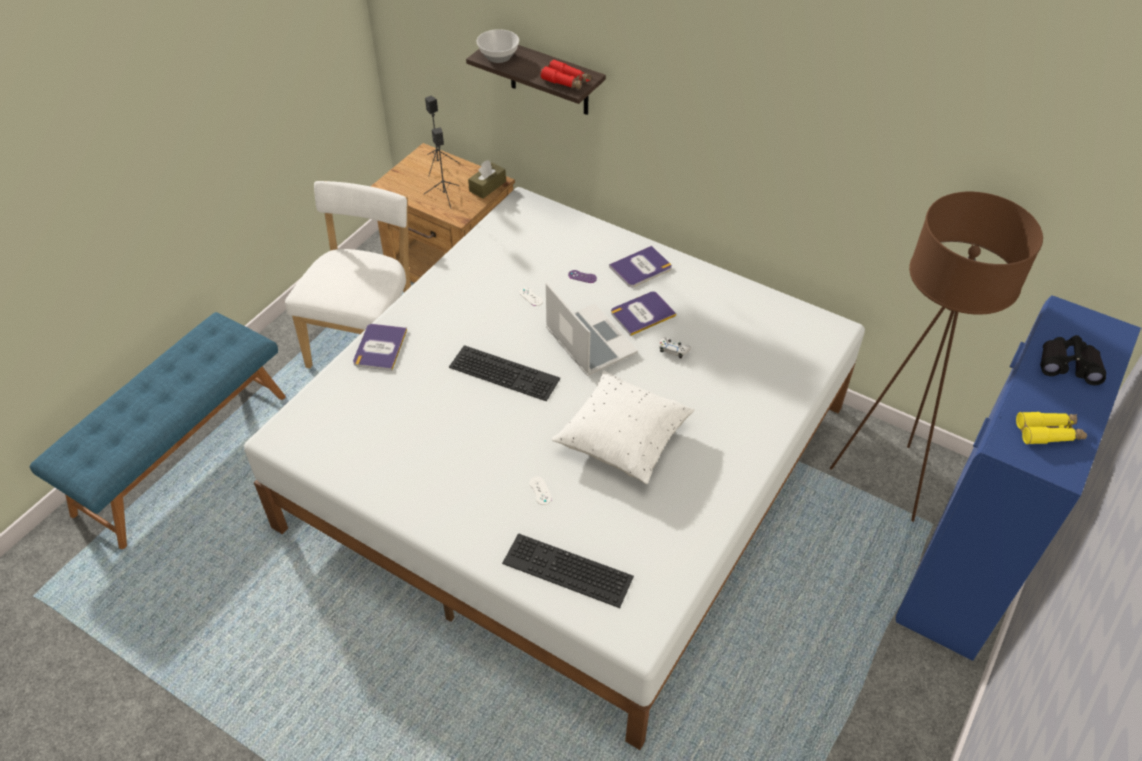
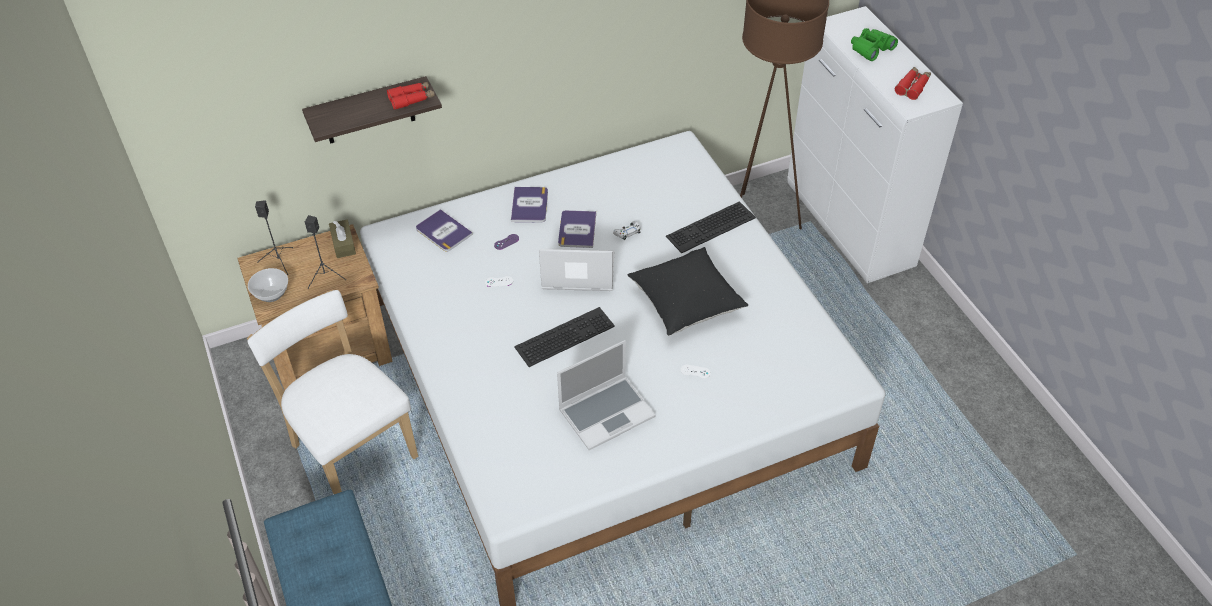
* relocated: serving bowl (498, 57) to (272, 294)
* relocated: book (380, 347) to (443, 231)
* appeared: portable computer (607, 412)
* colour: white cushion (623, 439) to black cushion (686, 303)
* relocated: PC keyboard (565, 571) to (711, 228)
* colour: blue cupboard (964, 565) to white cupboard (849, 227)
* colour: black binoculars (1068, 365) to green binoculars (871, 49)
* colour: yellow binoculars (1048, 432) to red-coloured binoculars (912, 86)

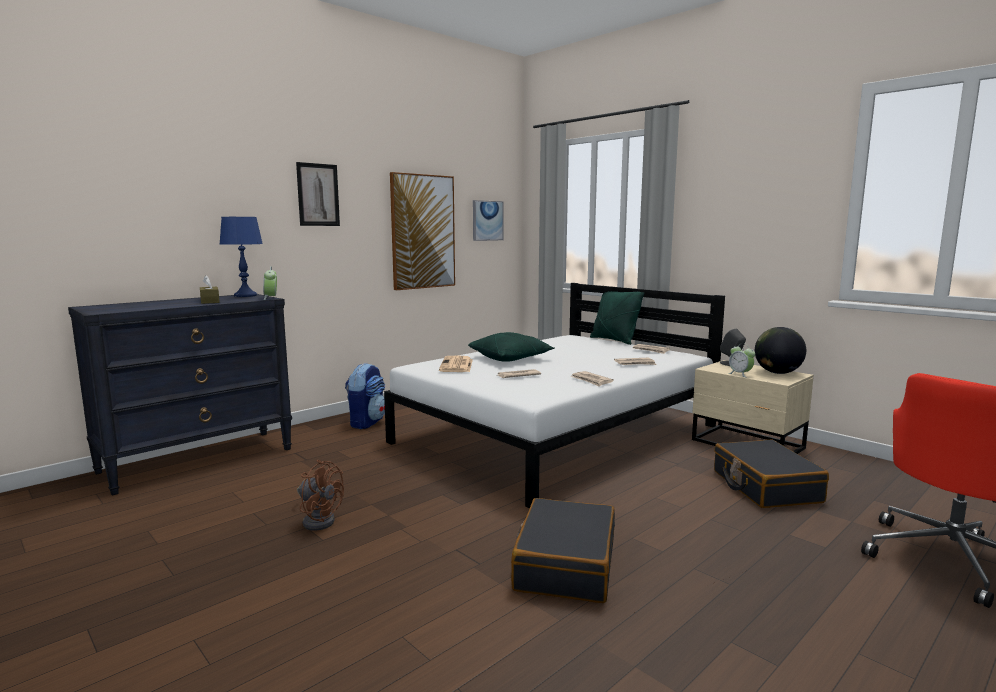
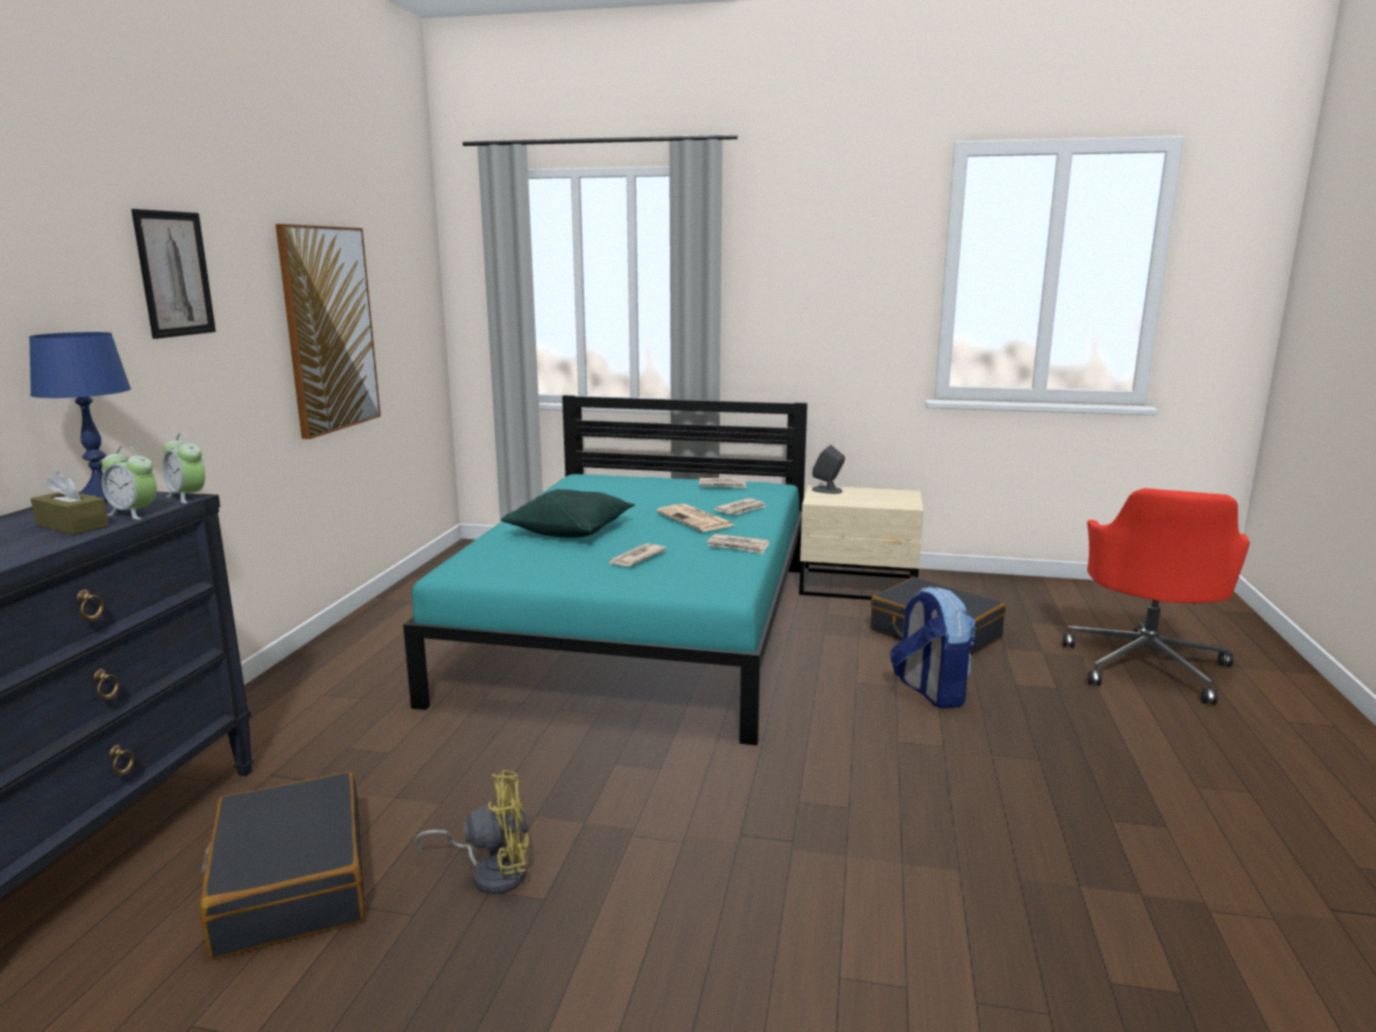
* relocated: bedside clock (740, 374) to (134, 513)
* relocated: black suitcase (564, 564) to (290, 884)
* colour: white bed (557, 434) to turquoise-coloured bed (641, 627)
* colour: brown-coloured cooling fan (319, 520) to yellow cooling fan (491, 872)
* relocated: newspaper (457, 365) to (696, 519)
* relocated: rucksack (366, 422) to (929, 691)
* missing: wall art (487, 220)
* missing: green cushion (614, 340)
* missing: desk globe (777, 373)

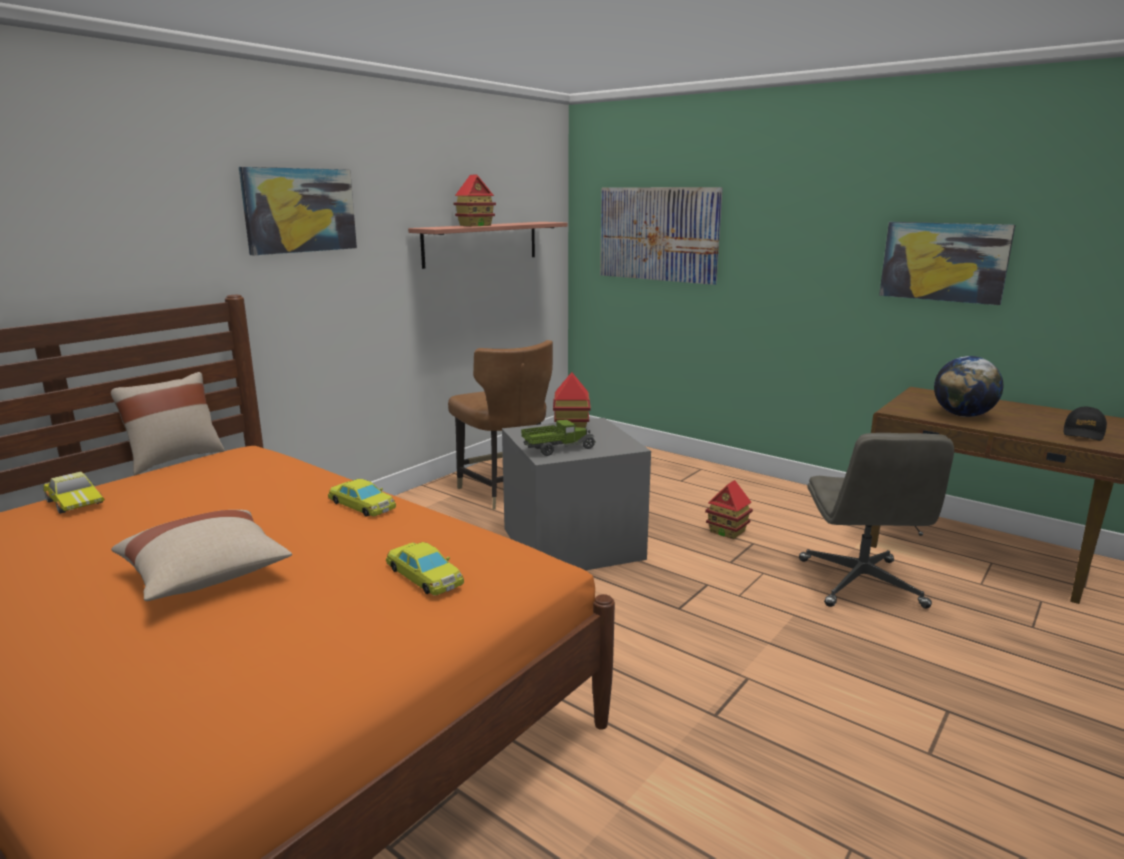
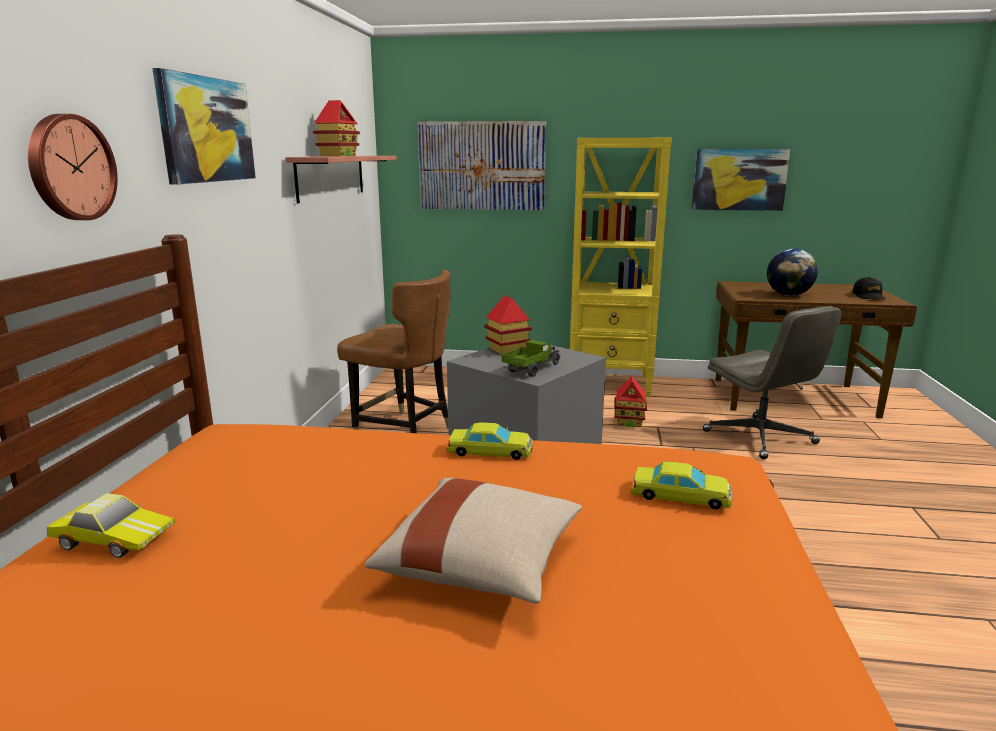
* appeared: wall clock (70, 168)
* appeared: yellow bookshelf (610, 384)
* missing: beige cushion (174, 459)

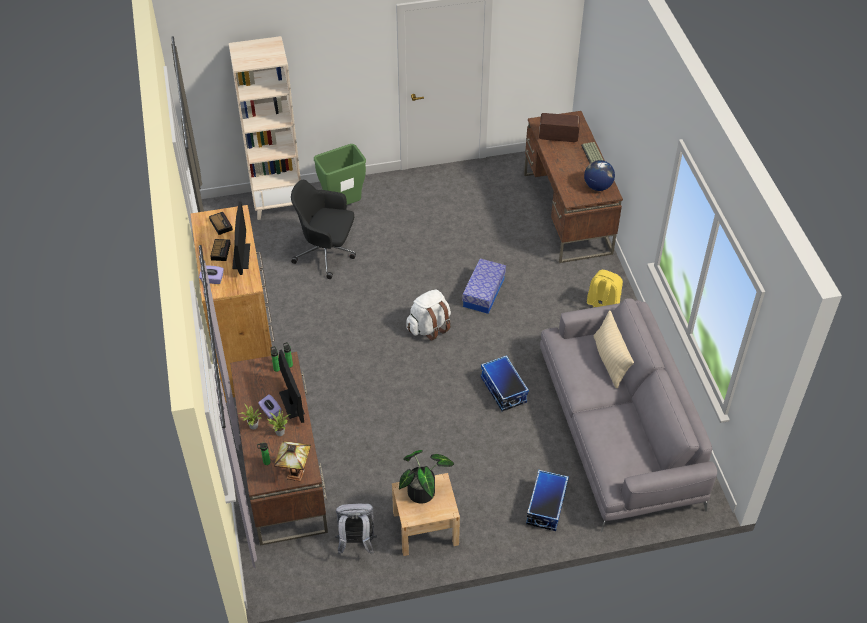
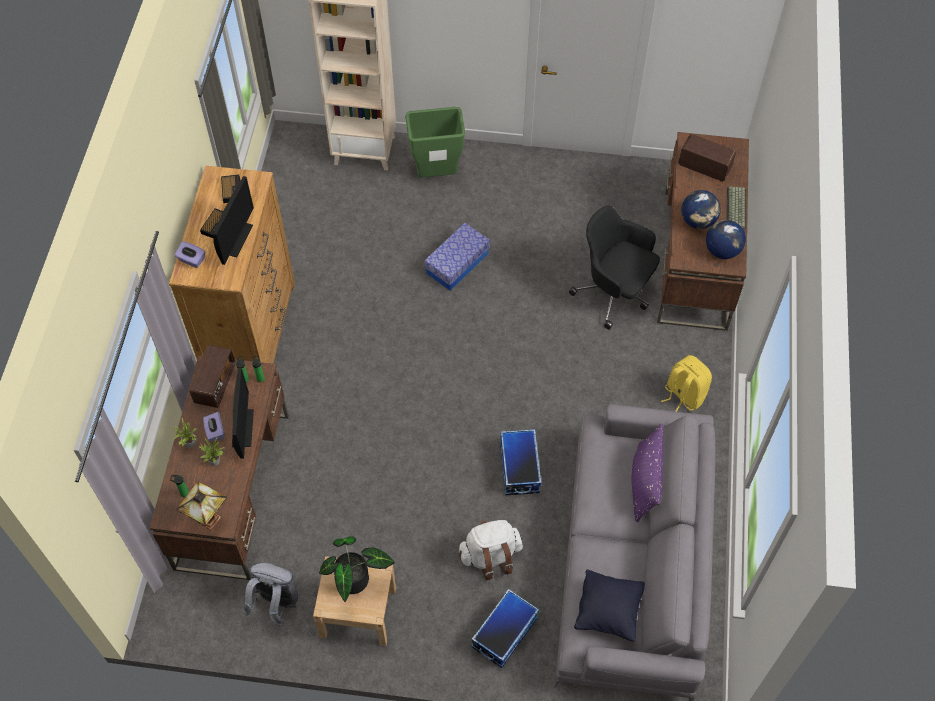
* appeared: radio set (215, 384)
* relocated: storage box (483, 293) to (457, 263)
* relocated: white rucksack (429, 327) to (490, 556)
* relocated: black desk chair (327, 253) to (614, 293)
* appeared: black cushion (608, 611)
* colour: beige cushion (610, 361) to purple cushion (645, 482)
* appeared: desk globe (698, 221)

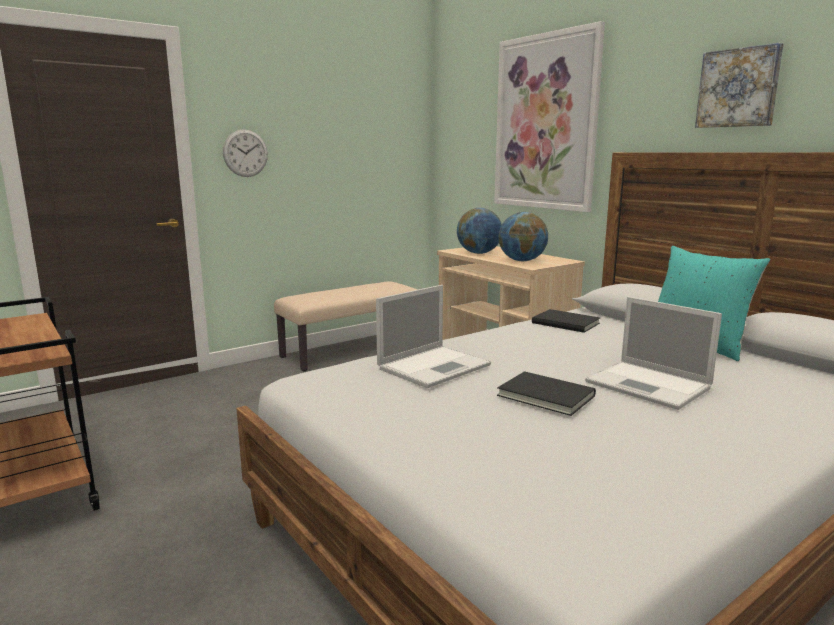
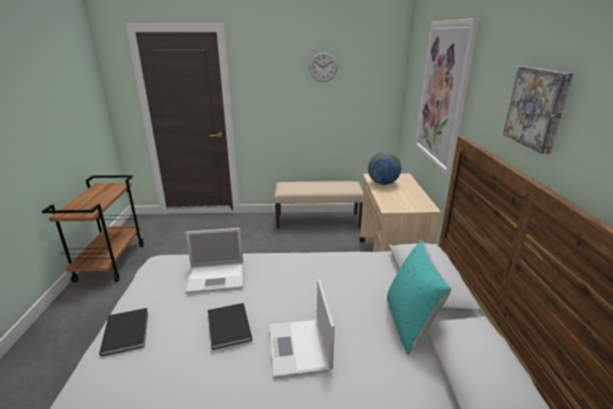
* relocated: black book (565, 322) to (127, 331)
* relocated: wall clock (245, 153) to (323, 67)
* missing: desk globe (522, 261)

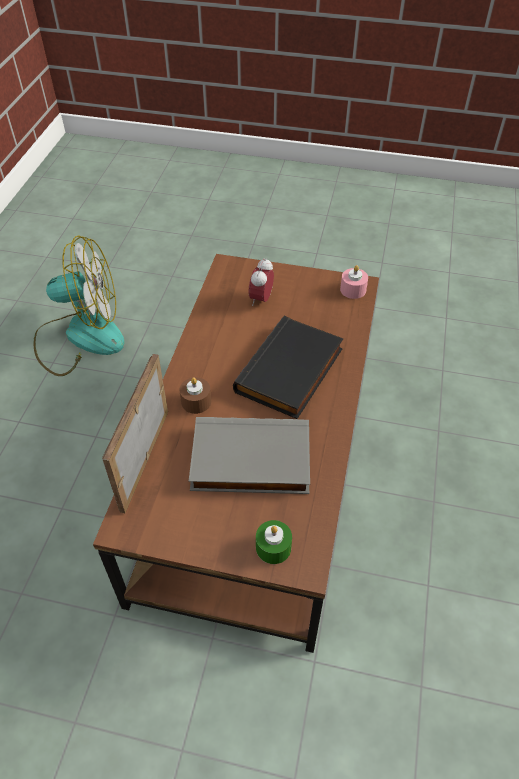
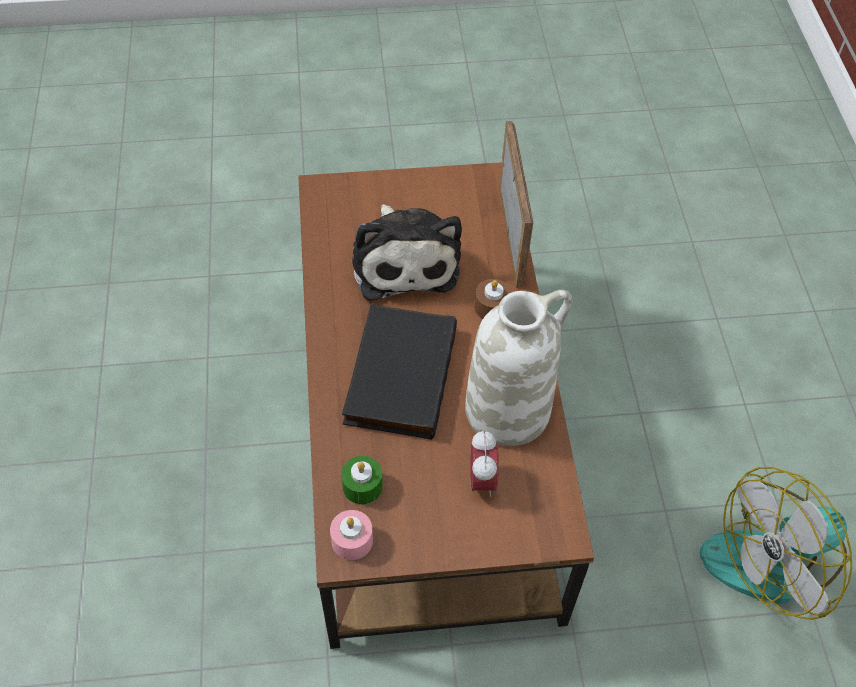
* relocated: green wax candle (273, 547) to (362, 486)
* exchanged: grey book (250, 462) to soft toy (404, 259)
* appeared: white decorative vase (508, 409)

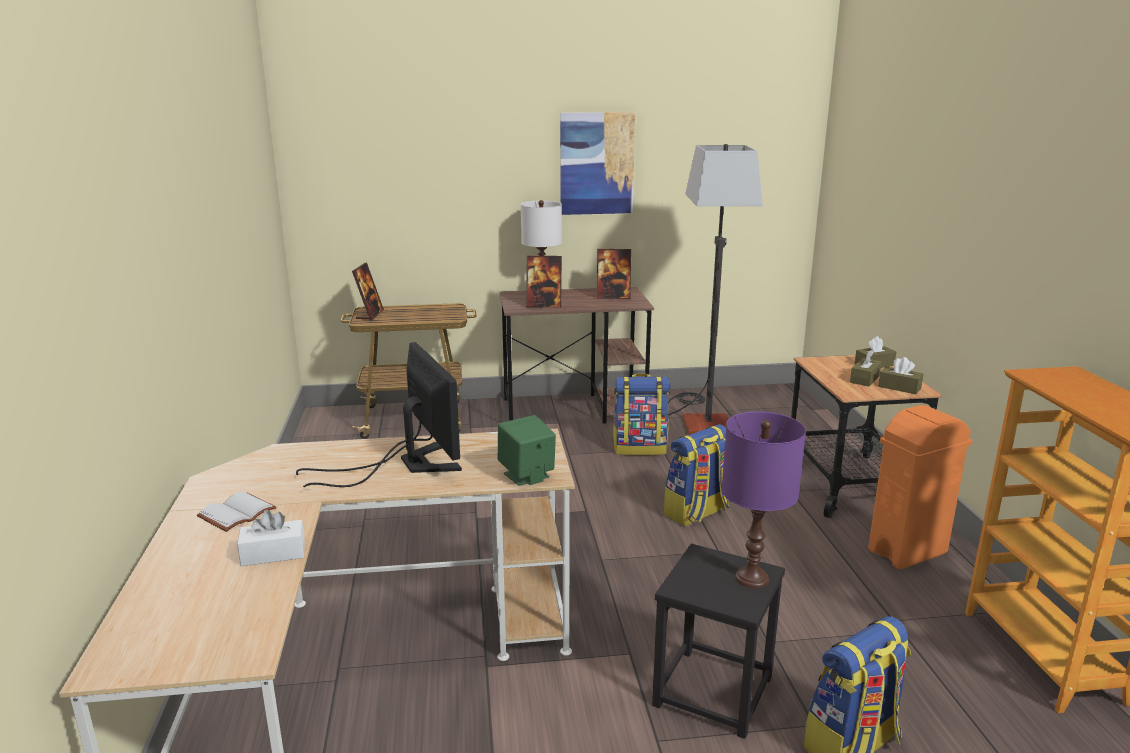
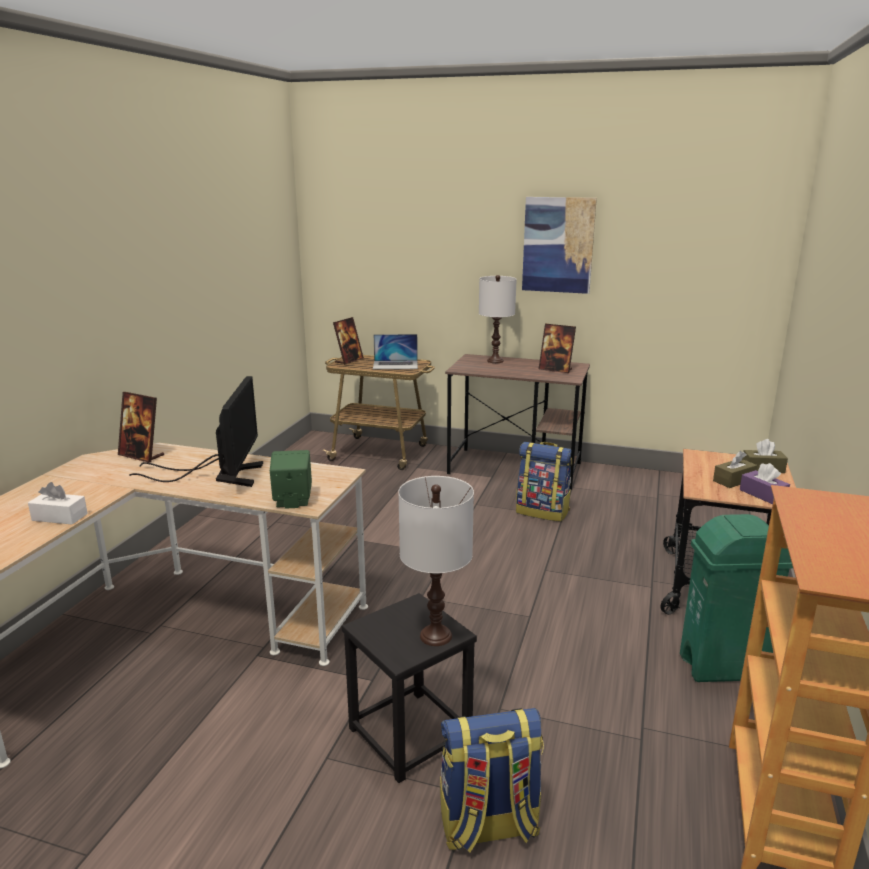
* relocated: standing frame (544, 305) to (141, 455)
* appeared: portable computer (395, 365)
* colour: purple table lamp (752, 578) to white table lamp (435, 636)
* colour: orangey waste bin (908, 552) to green waste bin (723, 667)
* colour: brown-coloured box of tissues (899, 387) to purple box of tissues (763, 495)
* missing: white book (237, 514)
* missing: rucksack (696, 513)
* missing: standing lamp (700, 420)

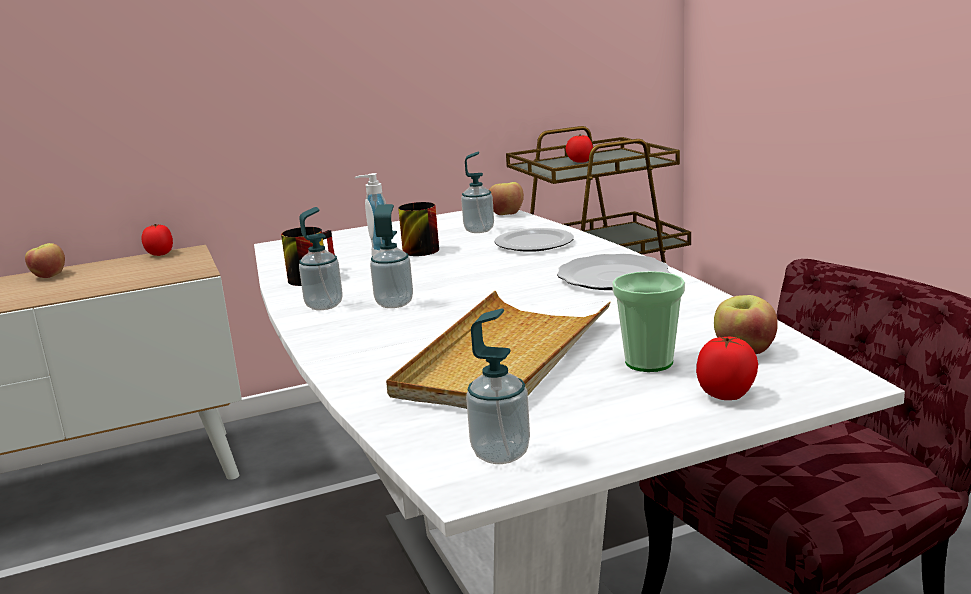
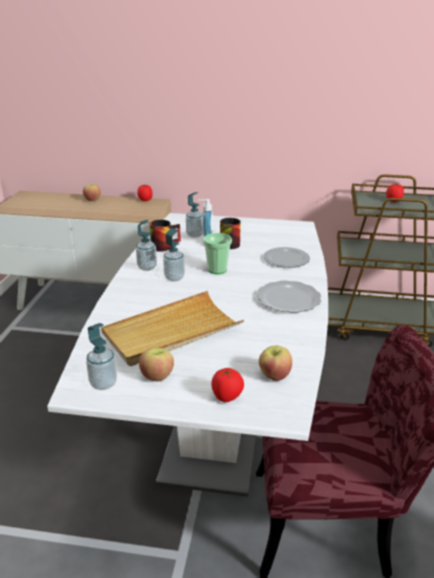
* relocated: whole apple (506, 213) to (157, 376)
* relocated: soap bottle (479, 230) to (194, 235)
* relocated: cup (649, 362) to (217, 270)

